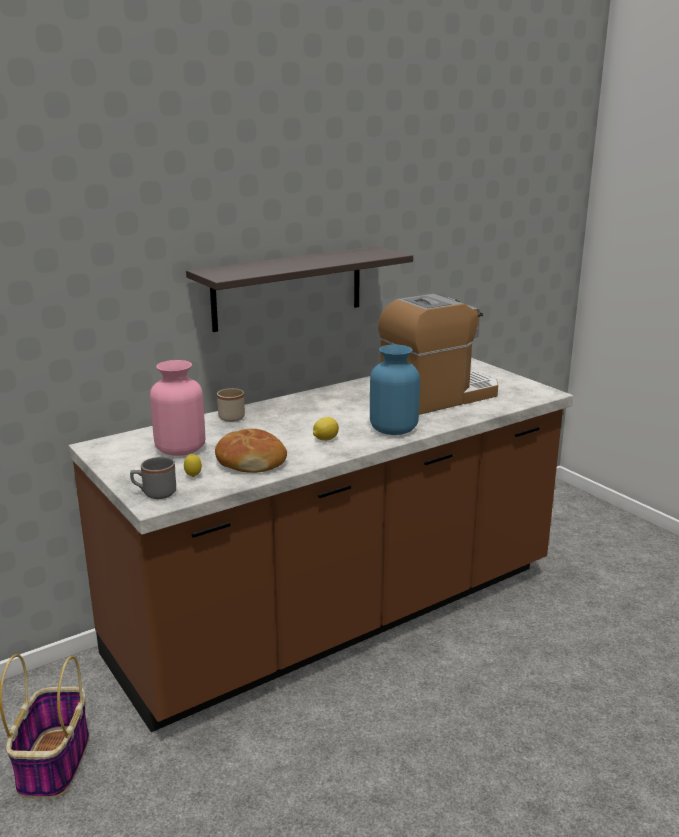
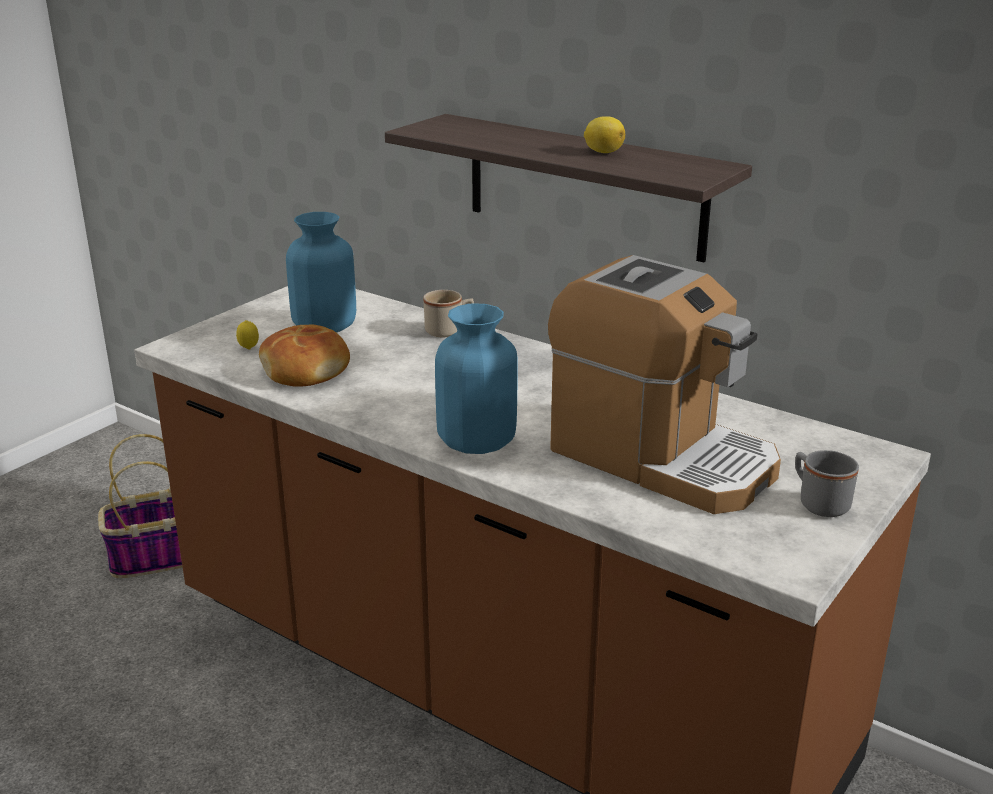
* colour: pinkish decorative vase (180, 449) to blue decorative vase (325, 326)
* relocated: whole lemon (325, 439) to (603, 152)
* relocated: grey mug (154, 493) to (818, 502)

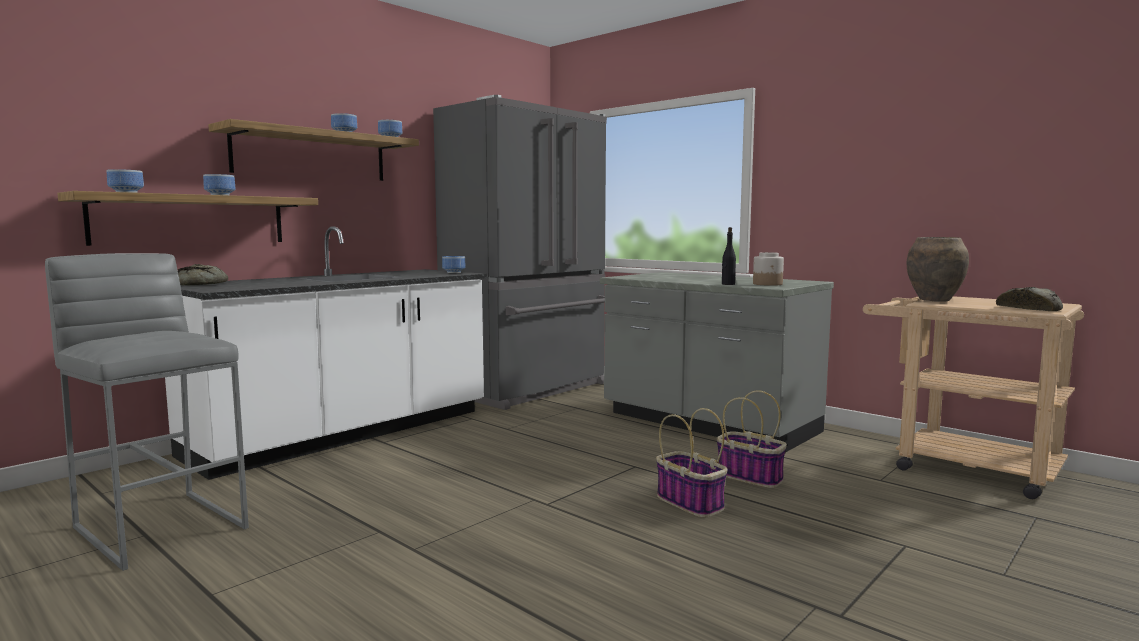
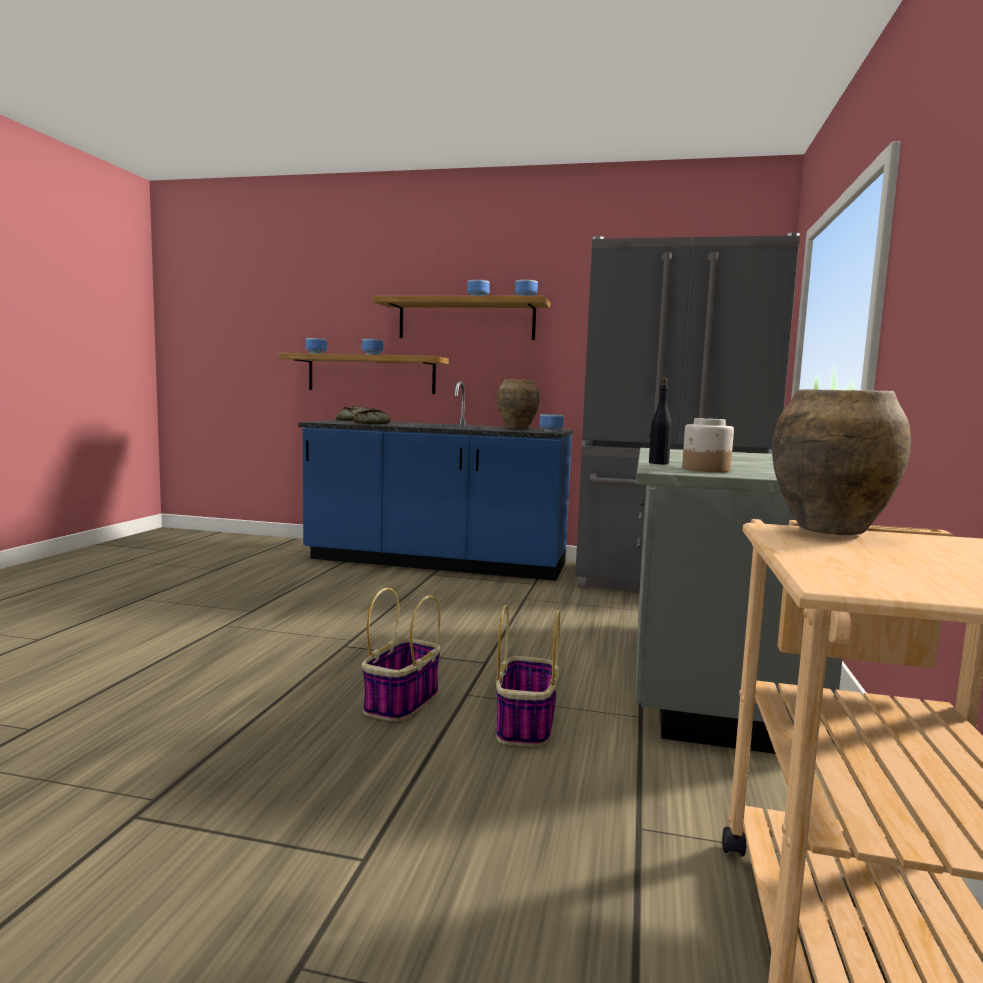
* colour: white kitchen counter (345, 433) to blue kitchen counter (437, 562)
* relocated: bread (1030, 309) to (373, 423)
* appeared: brown-coloured decorative vase (516, 428)
* missing: grey stool seat (162, 526)

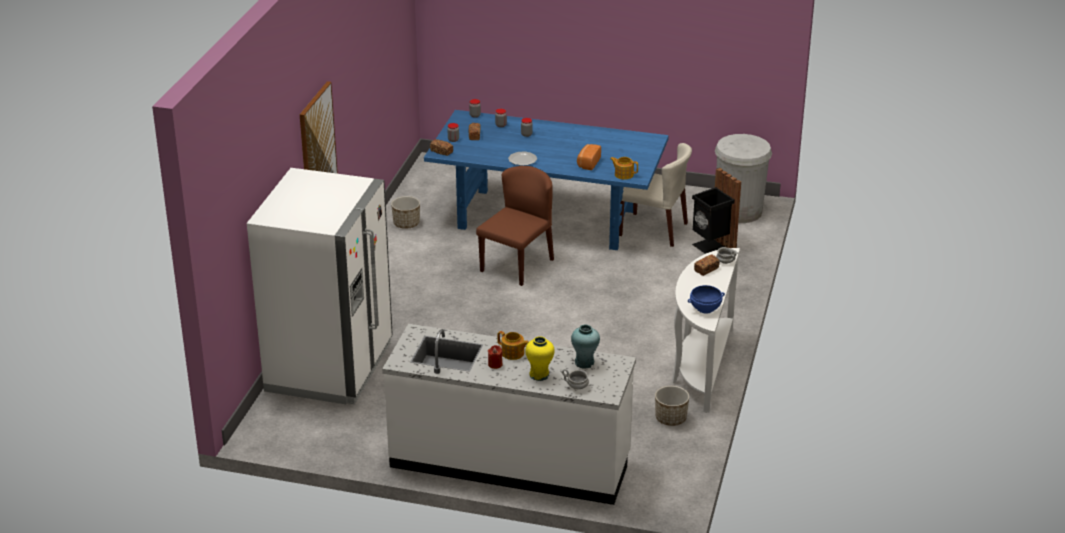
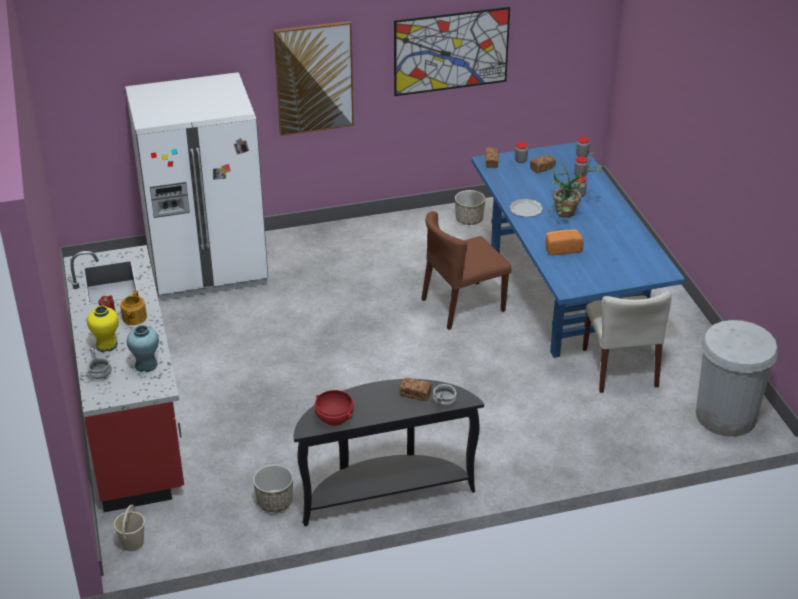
* colour: white kitchen counter (510, 461) to red-coloured kitchen counter (133, 420)
* appeared: beige pail (132, 542)
* colour: white console table (701, 367) to black console table (384, 492)
* colour: blue serving bowl (705, 308) to red-coloured serving bowl (335, 418)
* appeared: wall art (451, 51)
* spun: brown-coloured plain chair (517, 265) = (462, 305) 150 degrees clockwise
* appeared: potted plant (568, 215)
* missing: pot for tea (623, 174)
* missing: black waste bin (712, 248)

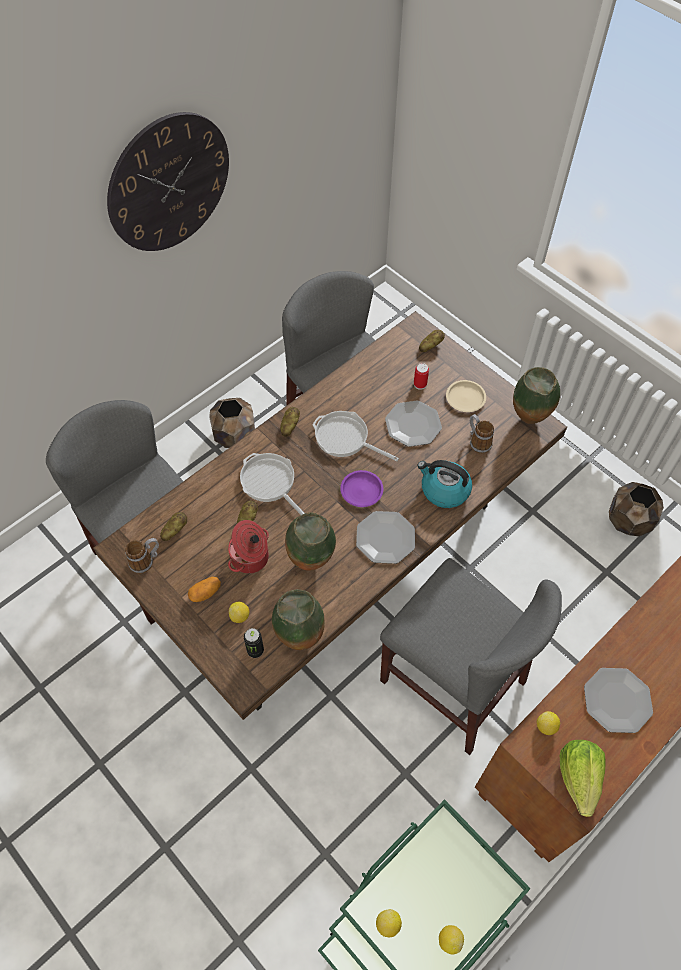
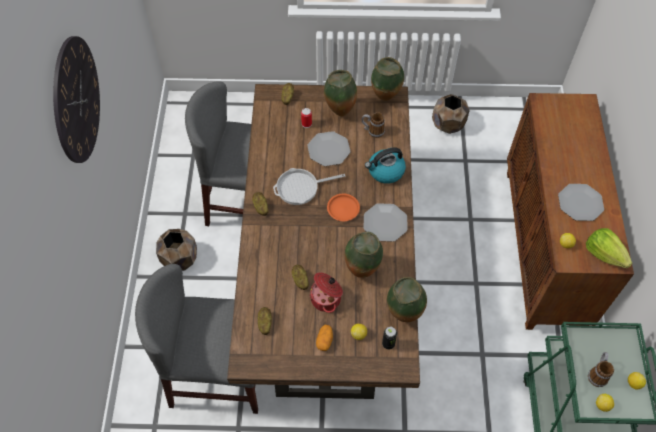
* exchanged: beige flat dish (465, 398) to decorative vase (339, 112)
* colour: purple flat dish (361, 490) to orangey flat dish (343, 208)
* relocated: mug (146, 561) to (597, 373)
* missing: frying pan (270, 483)
* missing: grey plain chair (452, 681)

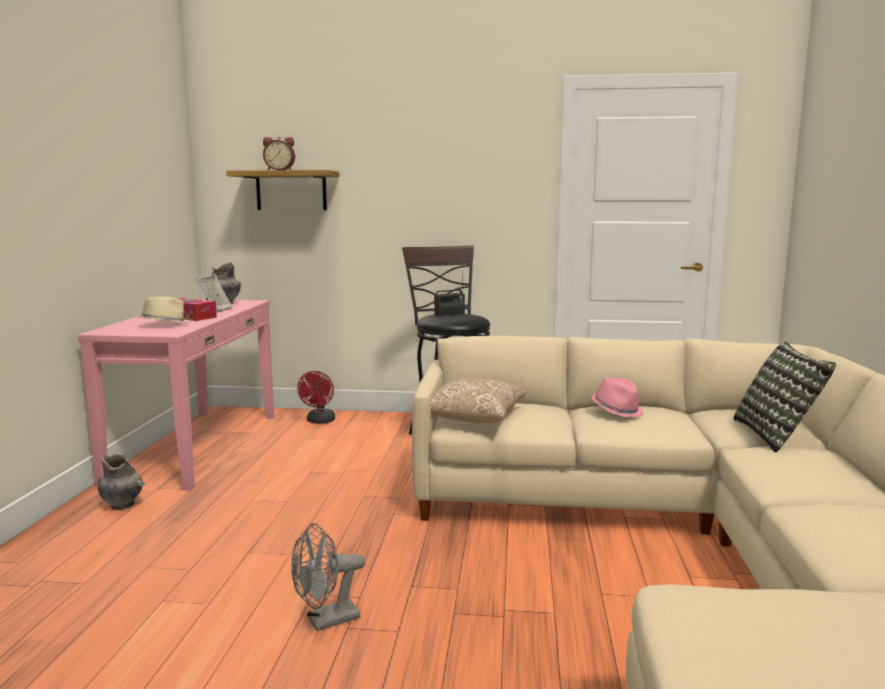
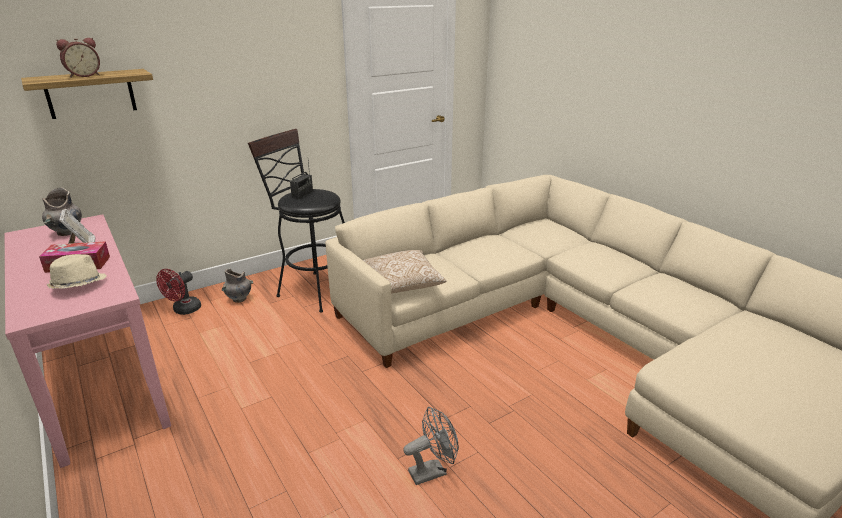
* spun: red-coloured cooling fan (319, 421) = (184, 310) 60 degrees clockwise
* relocated: grey decorative vase (123, 505) to (239, 299)
* spun: grey cooling fan (326, 621) = (432, 471) 135 degrees counterclockwise
* missing: pinkish clothing hat (617, 410)
* missing: cushion (777, 435)

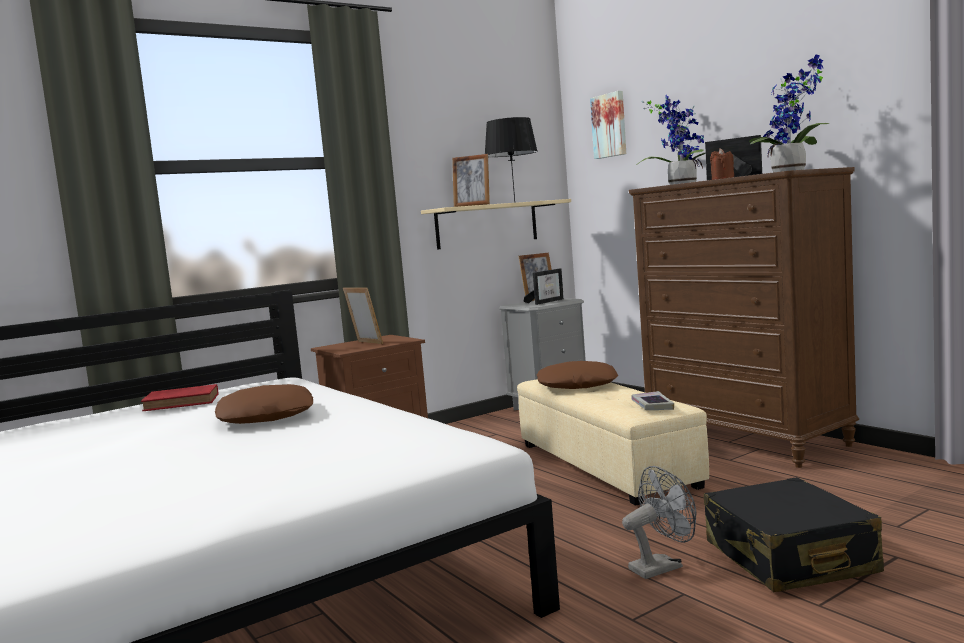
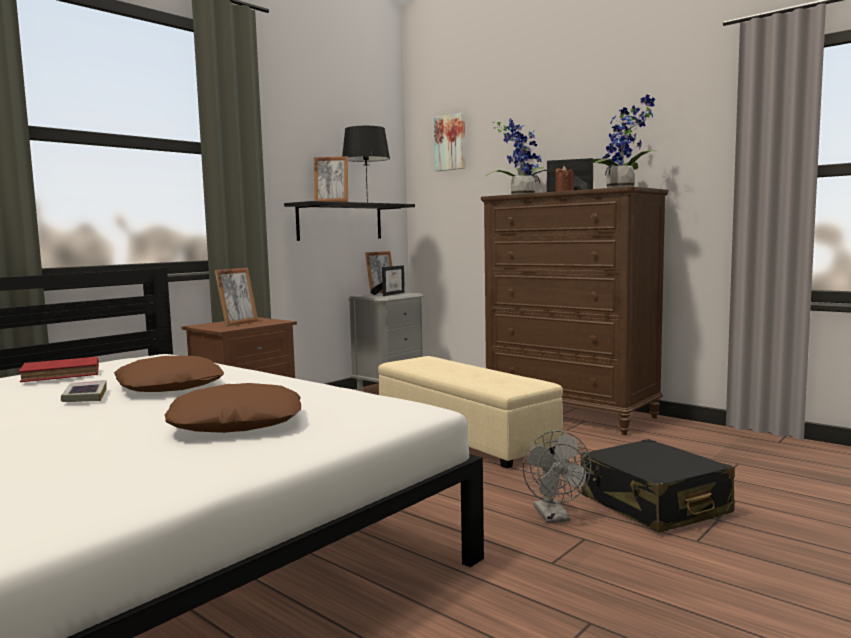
* relocated: book (652, 405) to (85, 396)
* relocated: brown-coloured cushion (577, 385) to (237, 423)
* spun: standing frame (365, 343) = (238, 323) 90 degrees clockwise
* colour: beige shelf (487, 225) to black shelf (340, 222)
* spun: grey cooling fan (661, 566) = (554, 517) 120 degrees clockwise

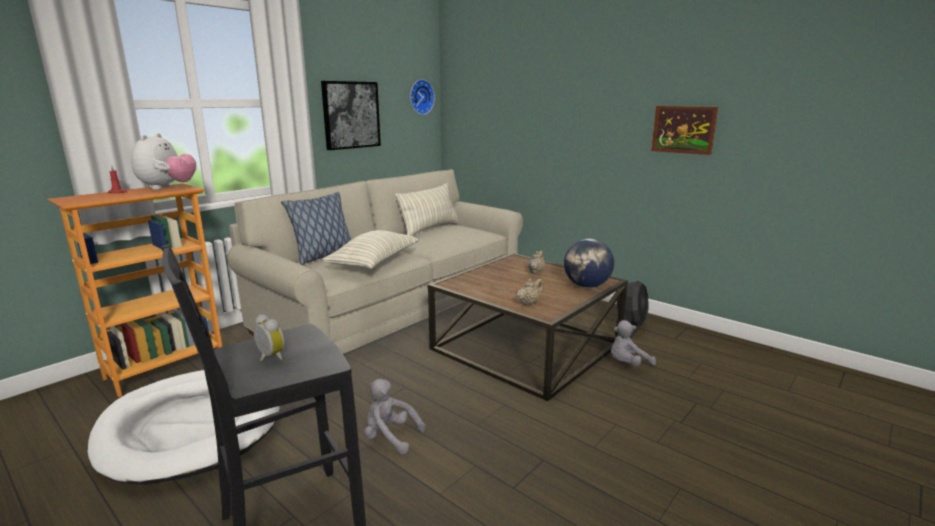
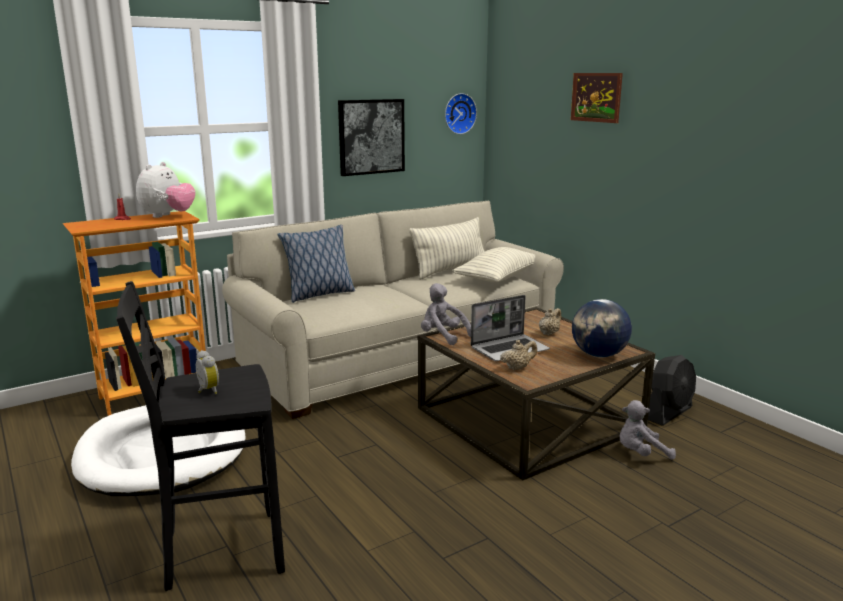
* relocated: grey soft toy (390, 437) to (443, 336)
* relocated: cushion (374, 263) to (498, 278)
* appeared: portable computer (510, 349)
* relocated: wall art (683, 129) to (596, 97)

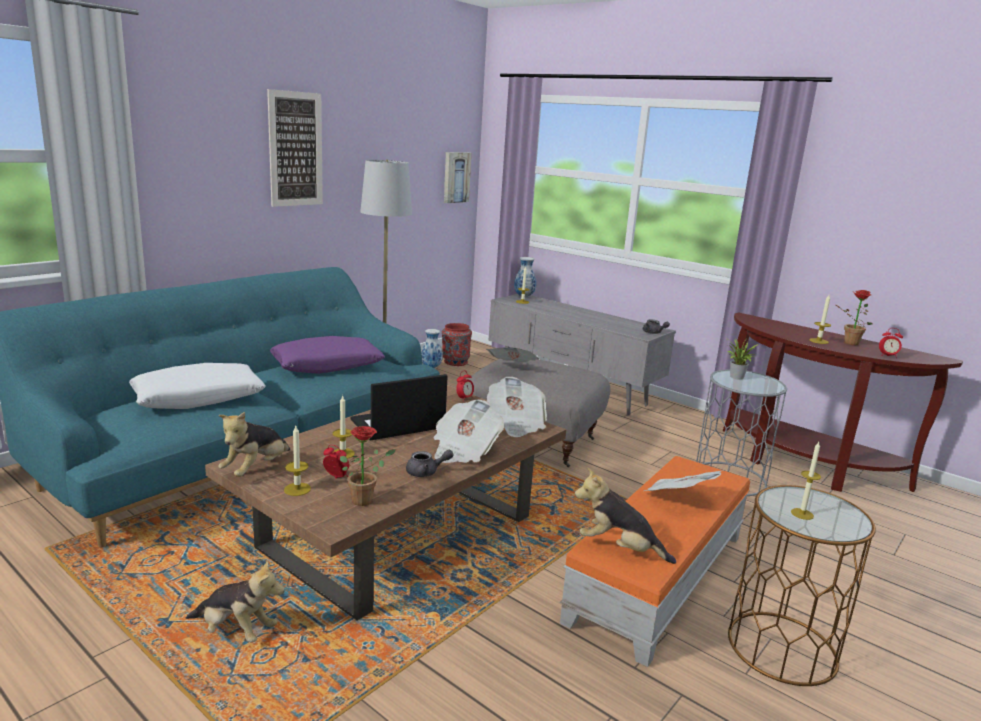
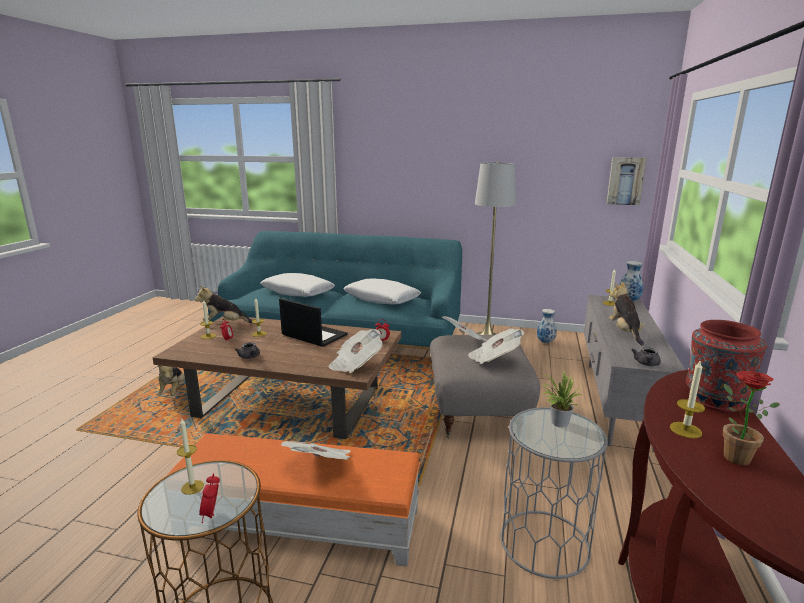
* relocated: bedside clock (888, 356) to (212, 515)
* colour: purple cushion (327, 366) to white cushion (381, 299)
* relocated: newspaper (464, 450) to (494, 358)
* relocated: soft toy (619, 548) to (625, 332)
* relocated: red-coloured decorative vase (455, 362) to (714, 399)
* missing: wall art (295, 149)
* missing: potted plant (366, 499)

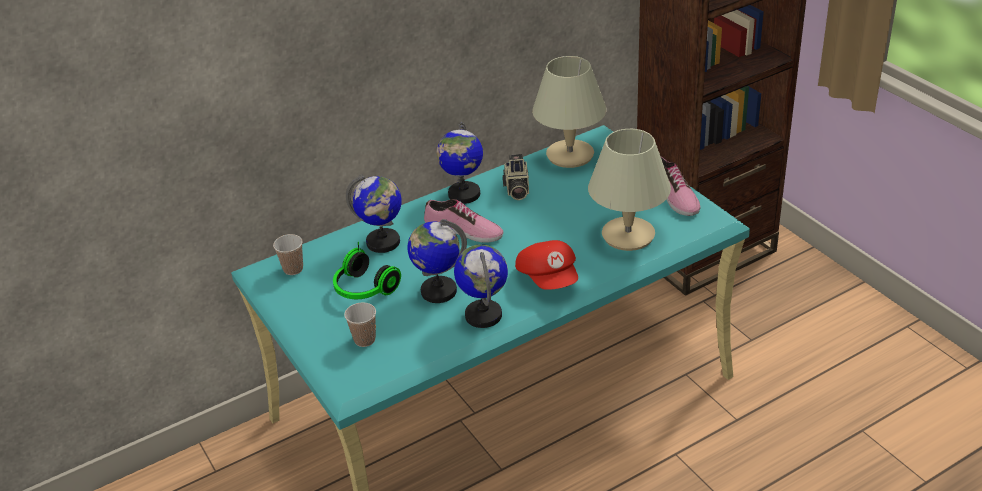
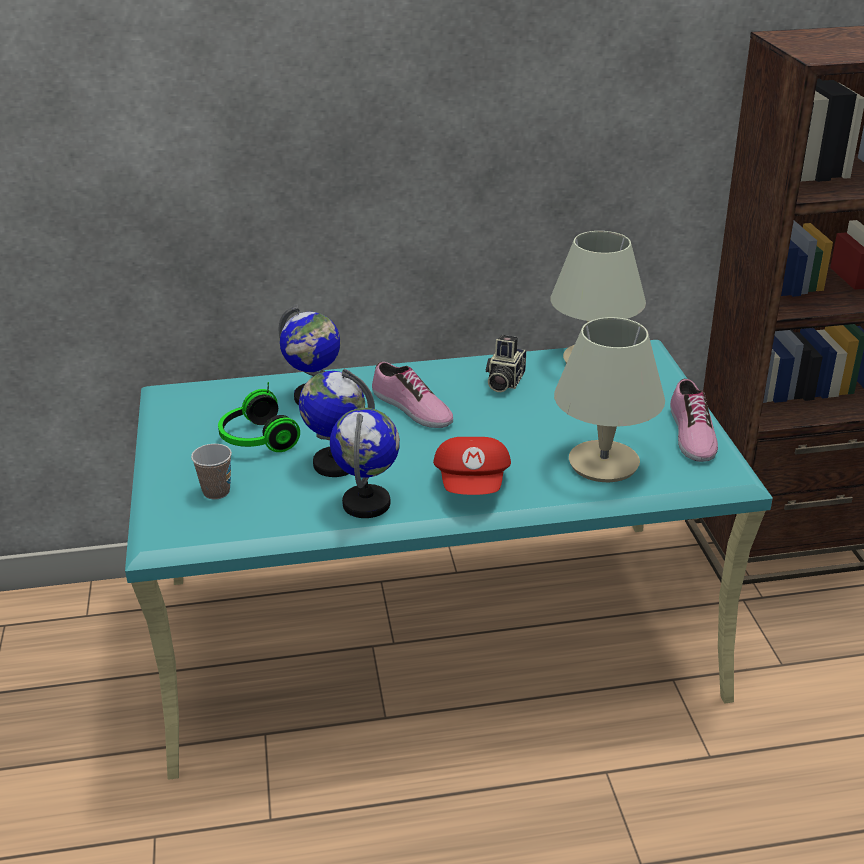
* missing: cup (293, 269)
* missing: desk globe (463, 194)

